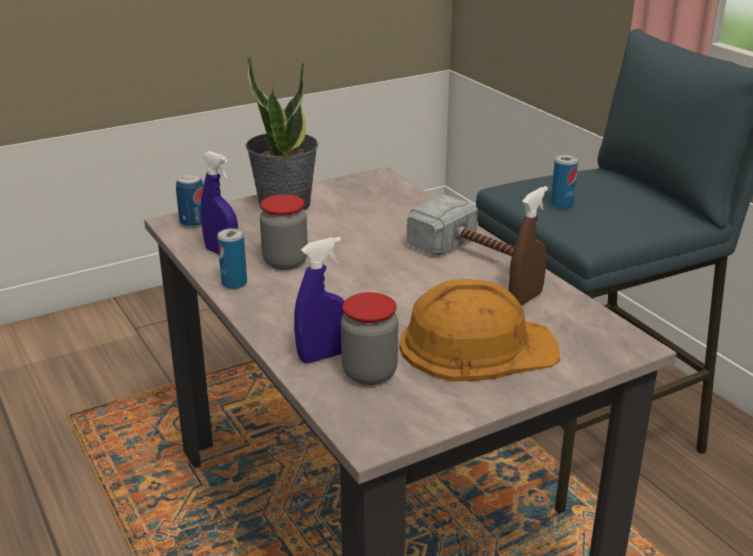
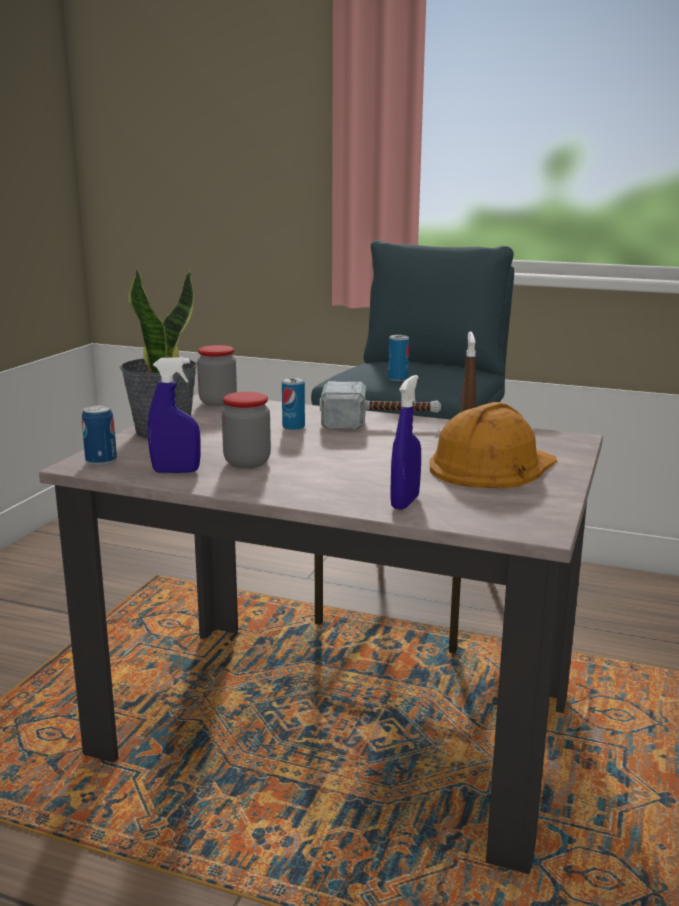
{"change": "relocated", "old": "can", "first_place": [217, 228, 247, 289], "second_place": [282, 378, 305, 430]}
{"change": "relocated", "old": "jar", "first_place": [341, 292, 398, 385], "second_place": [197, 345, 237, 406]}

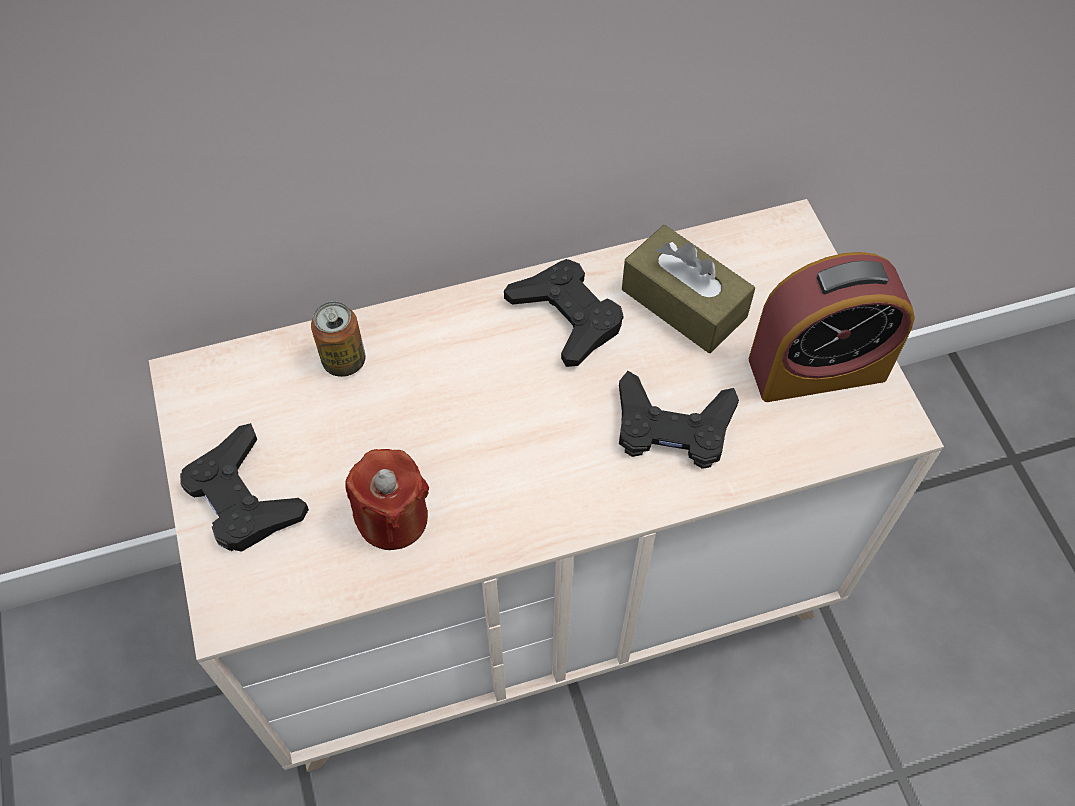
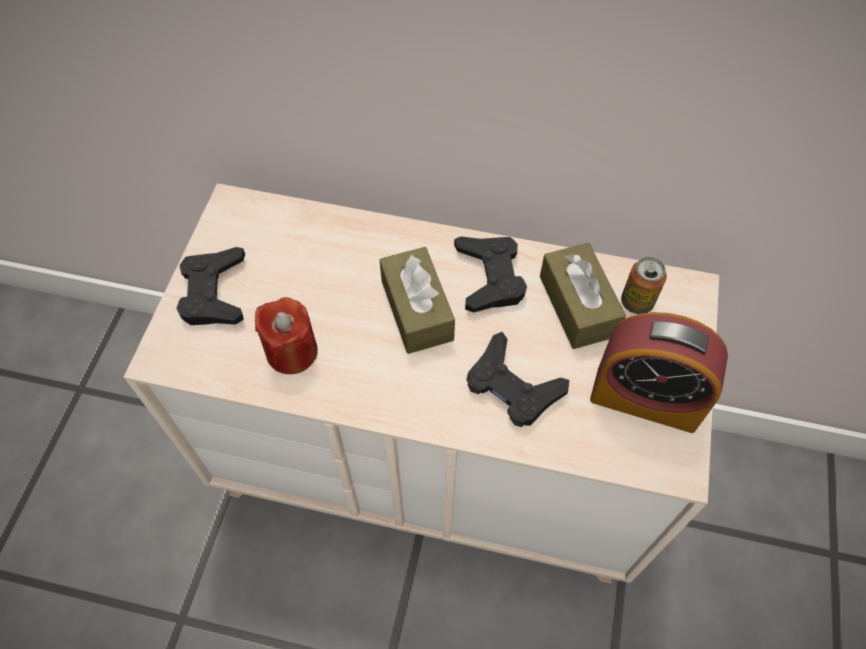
{"change": "relocated", "old": "can", "first_place": [311, 301, 366, 377], "second_place": [621, 257, 667, 314]}
{"change": "appeared", "new": "brown tissue box", "second_place": [379, 247, 455, 354]}

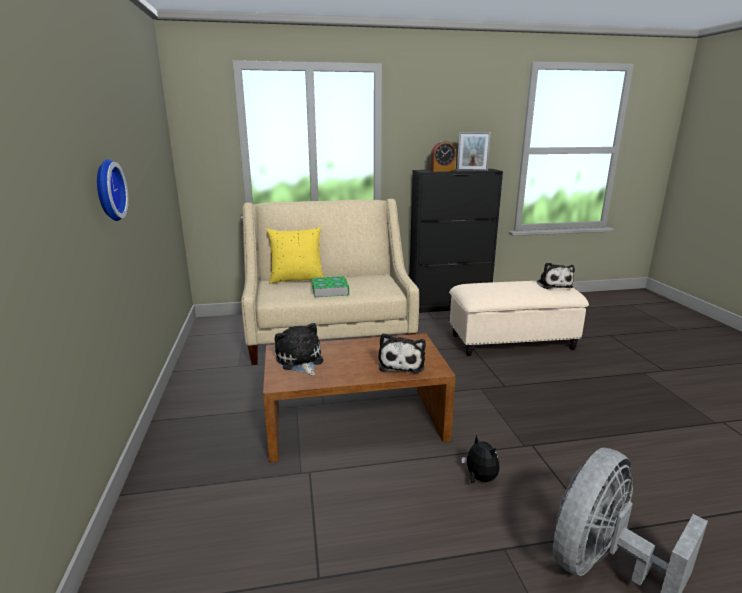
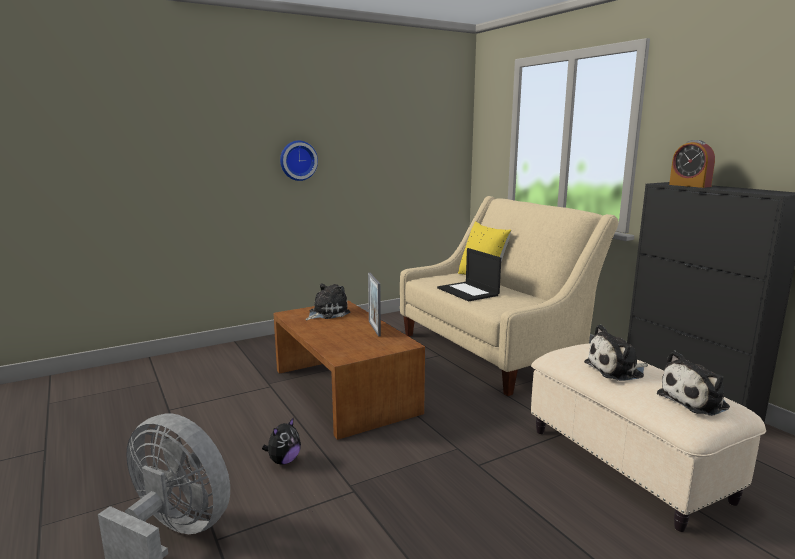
{"change": "exchanged", "old": "book", "new": "laptop", "first_place": [312, 276, 349, 297], "second_place": [437, 248, 501, 301]}
{"change": "relocated", "old": "plush toy", "first_place": [378, 333, 426, 373], "second_place": [584, 324, 648, 381]}
{"change": "relocated", "old": "picture frame", "first_place": [457, 132, 491, 171], "second_place": [368, 273, 381, 337]}

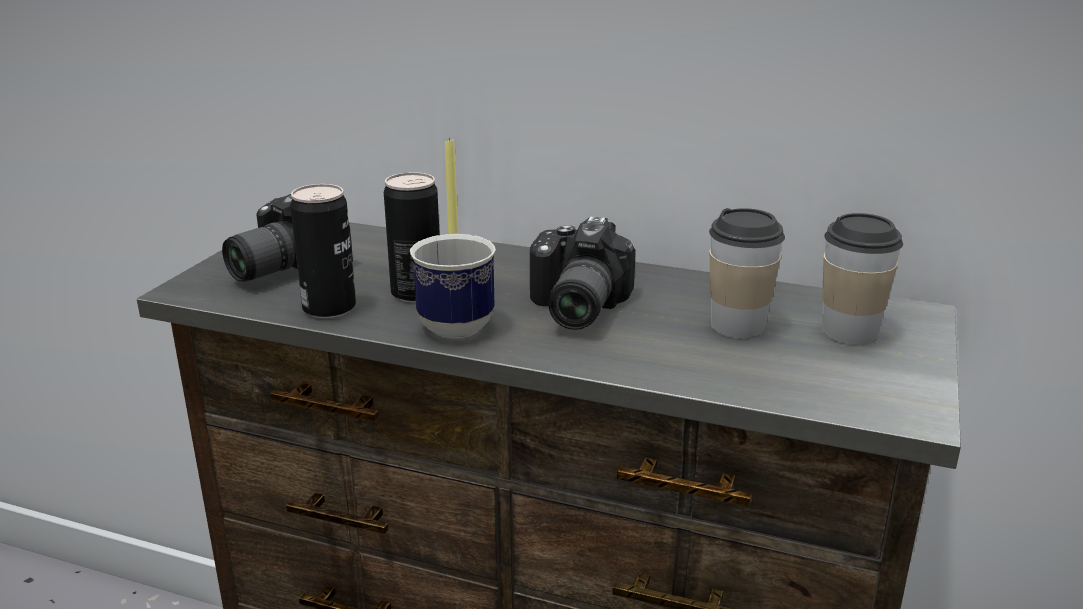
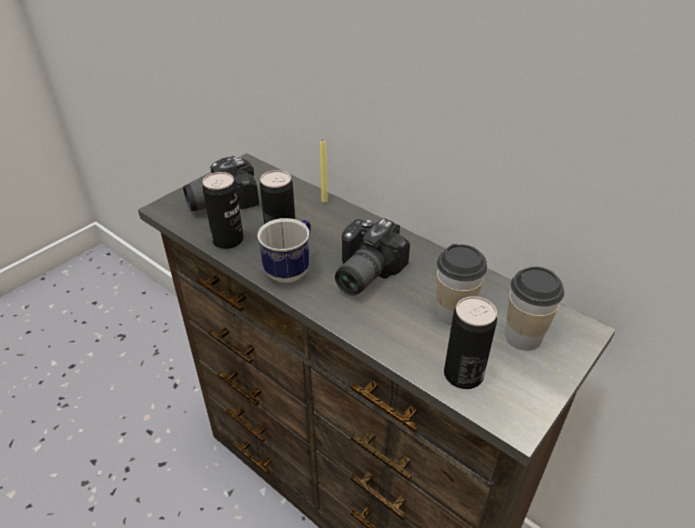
{"change": "appeared", "new": "can", "second_place": [444, 296, 497, 389]}

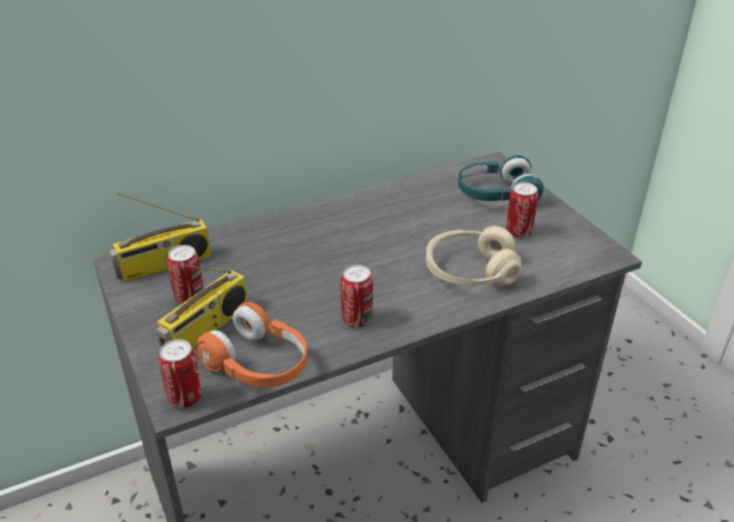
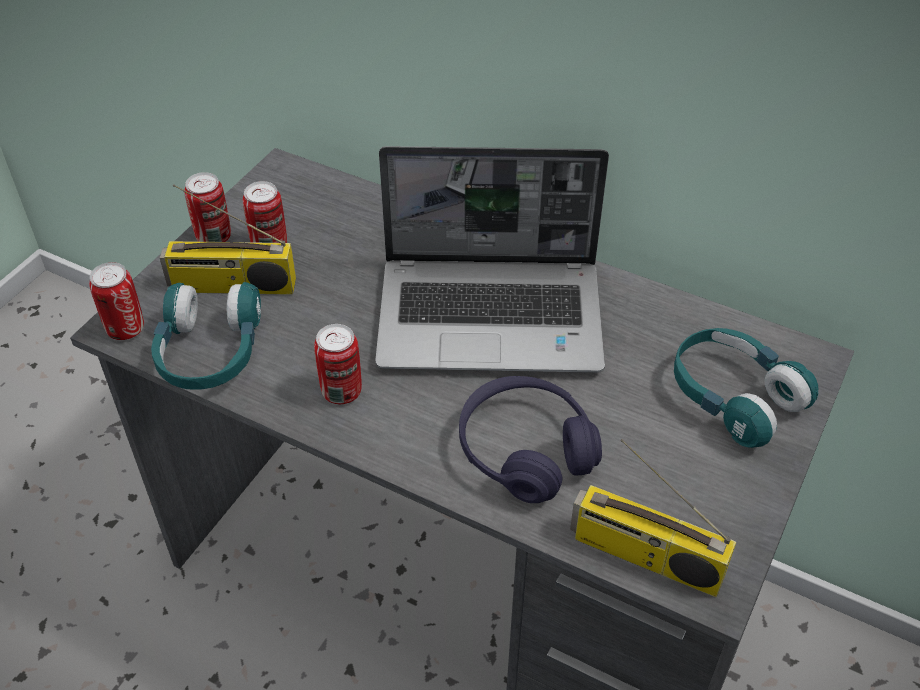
{"change": "relocated", "old": "radio", "first_place": [110, 193, 211, 282], "second_place": [570, 439, 736, 597]}
{"change": "colour", "old": "orange headphones", "new": "turquoise headphones", "first_place": [196, 302, 307, 388], "second_place": [151, 282, 261, 390]}
{"change": "colour", "old": "beige headphones", "new": "purple headphones", "first_place": [426, 226, 522, 287], "second_place": [459, 376, 602, 503]}
{"change": "relocated", "old": "can", "first_place": [506, 182, 538, 237], "second_place": [184, 172, 231, 242]}
{"change": "appeared", "new": "laptop", "second_place": [375, 146, 609, 373]}

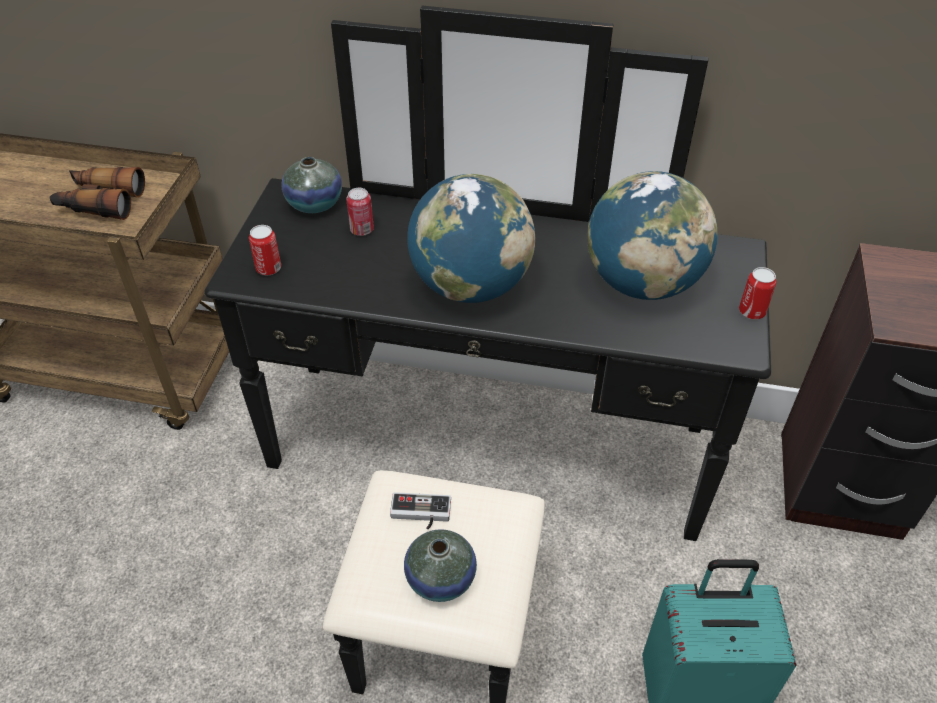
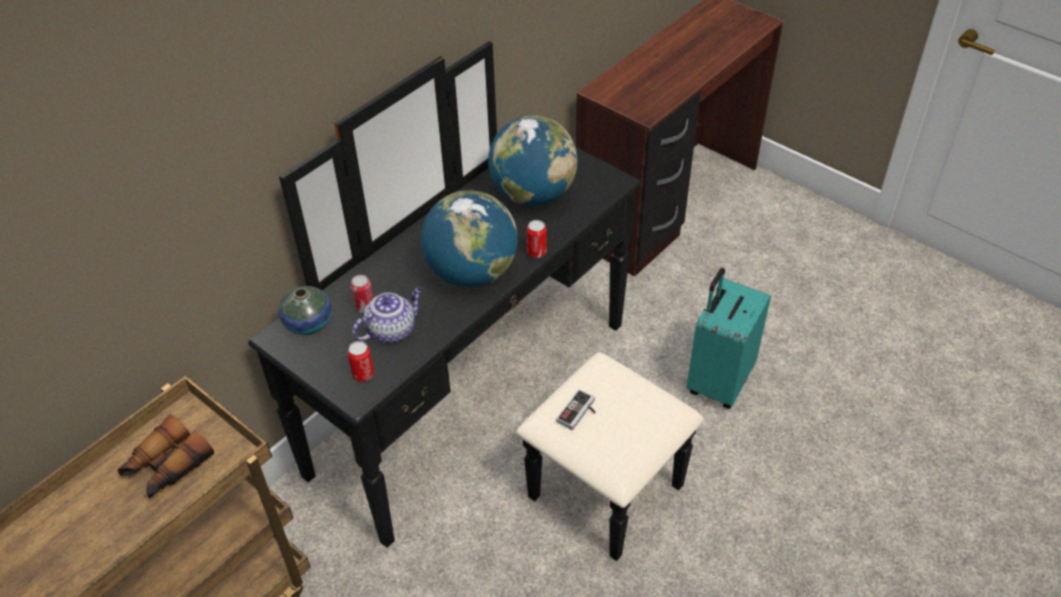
{"change": "missing", "old": "vase", "first_place": [404, 529, 477, 602]}
{"change": "relocated", "old": "can", "first_place": [739, 267, 776, 320], "second_place": [527, 220, 547, 258]}
{"change": "appeared", "new": "teapot", "second_place": [352, 287, 423, 344]}

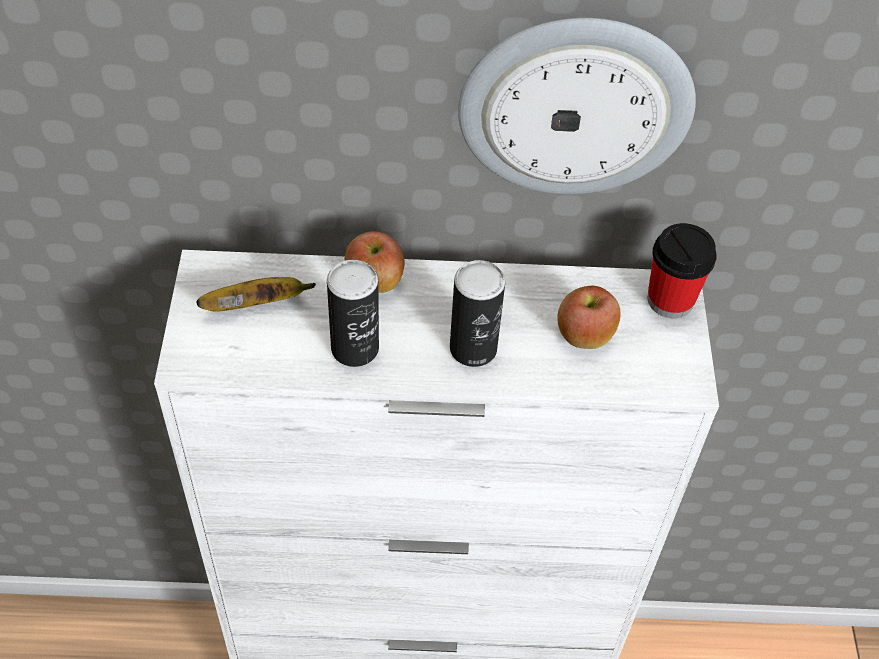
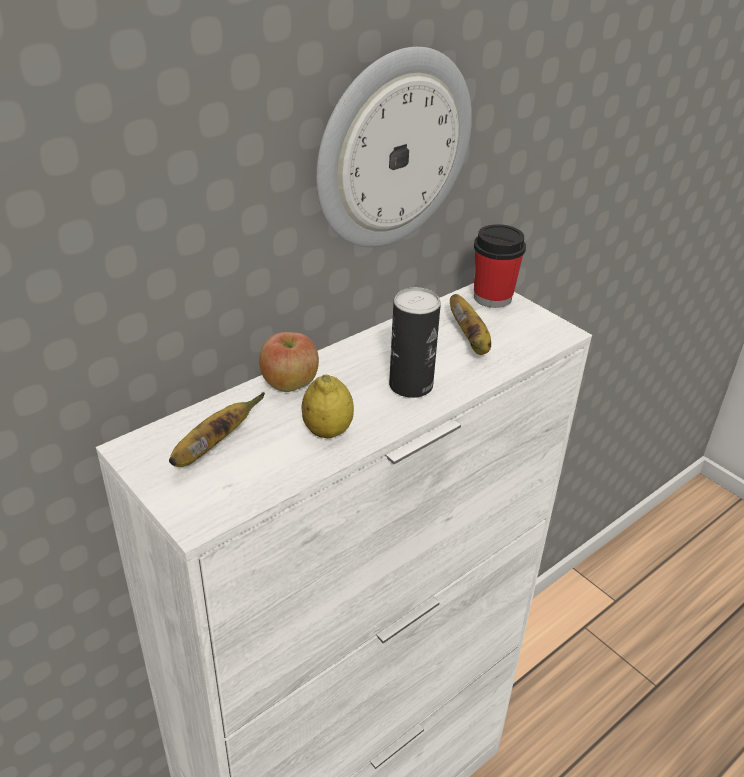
{"change": "exchanged", "old": "can", "new": "lemon", "first_place": [327, 260, 379, 367], "second_place": [301, 374, 354, 438]}
{"change": "exchanged", "old": "apple", "new": "banana", "first_place": [557, 286, 620, 349], "second_place": [450, 294, 491, 355]}

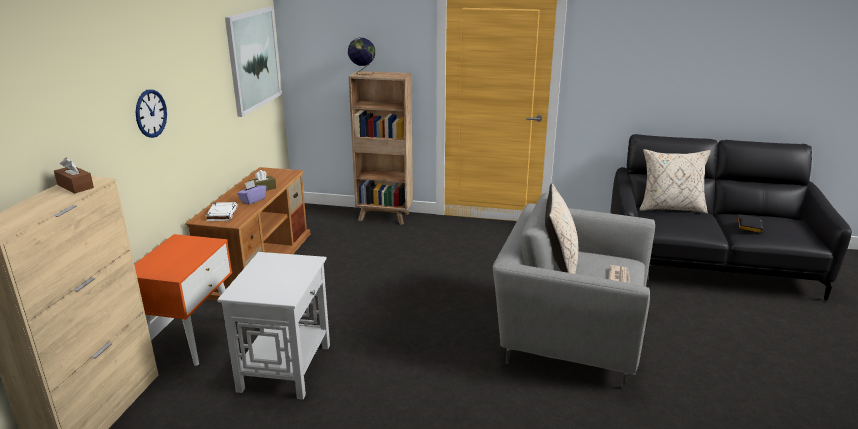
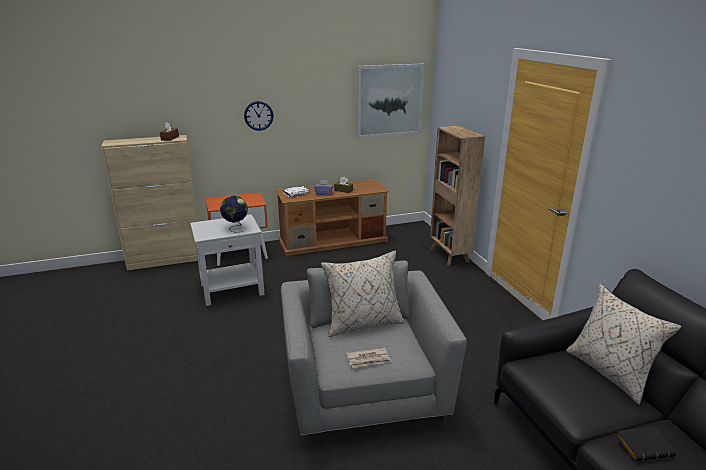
{"change": "relocated", "old": "globe", "first_place": [348, 38, 375, 75], "second_place": [220, 196, 248, 232]}

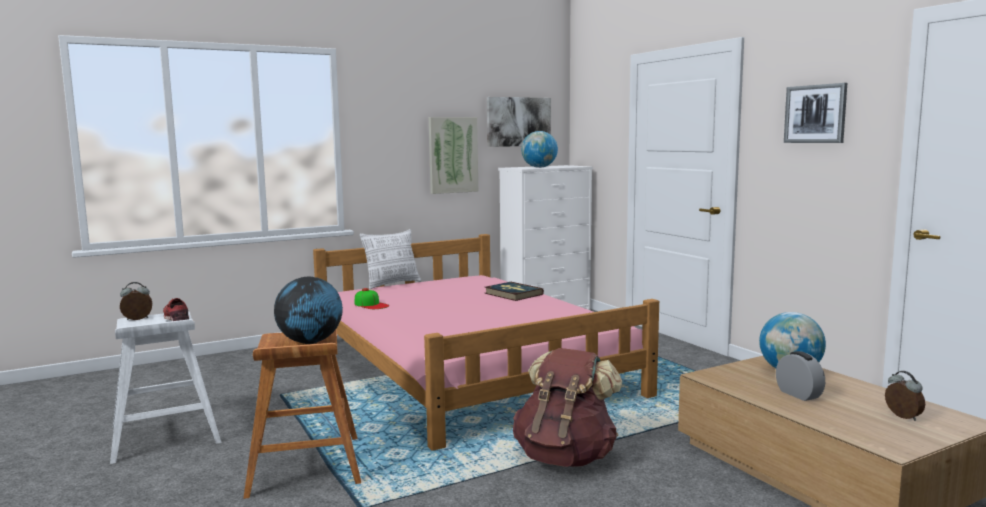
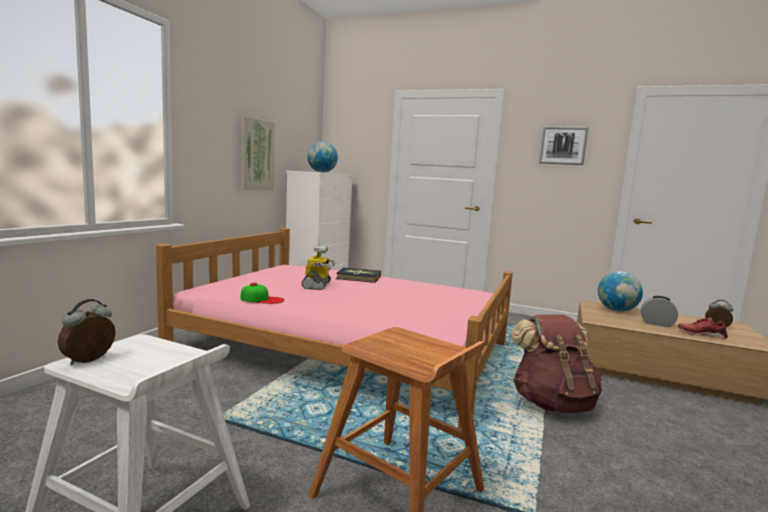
{"change": "relocated", "old": "red shoe", "first_place": [163, 298, 189, 321], "second_place": [678, 317, 728, 339]}
{"change": "missing", "old": "globe", "first_place": [274, 277, 343, 344]}
{"change": "missing", "old": "pillow", "first_place": [360, 229, 421, 289]}
{"change": "missing", "old": "picture", "first_place": [487, 97, 551, 147]}
{"change": "appeared", "new": "toy robot", "second_place": [301, 245, 335, 290]}

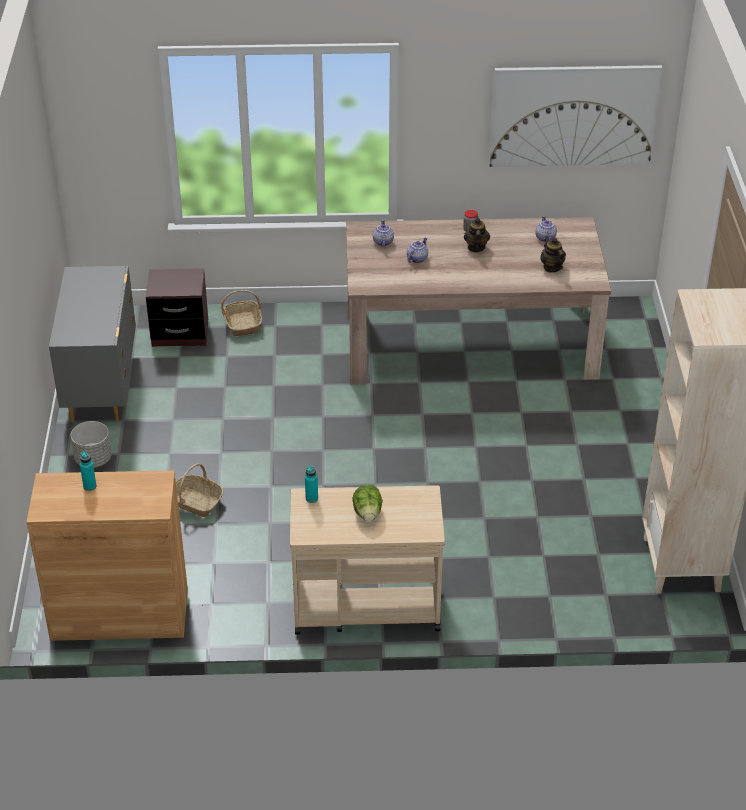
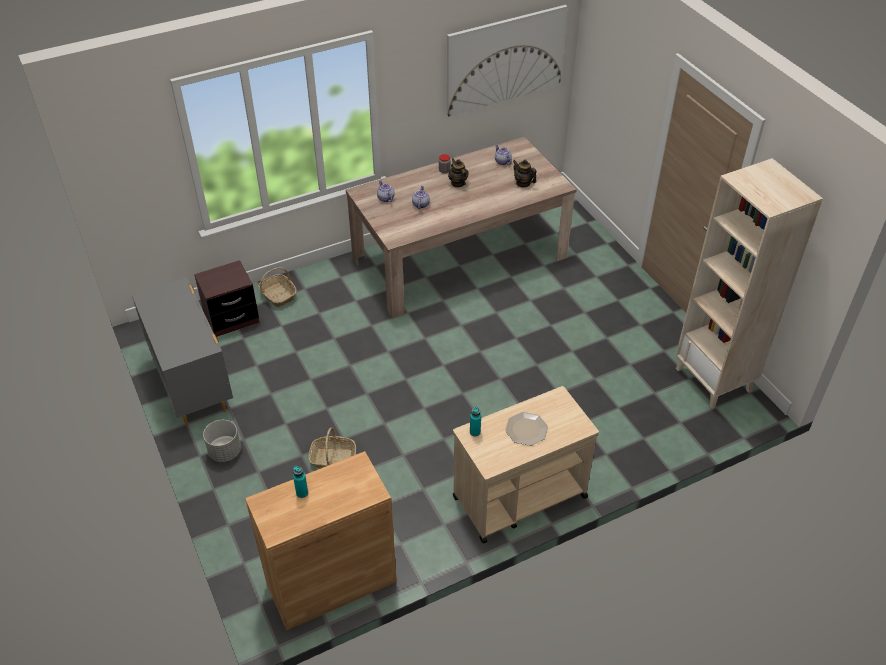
{"change": "exchanged", "old": "lettuce", "new": "plate", "first_place": [352, 485, 383, 521], "second_place": [505, 412, 548, 446]}

